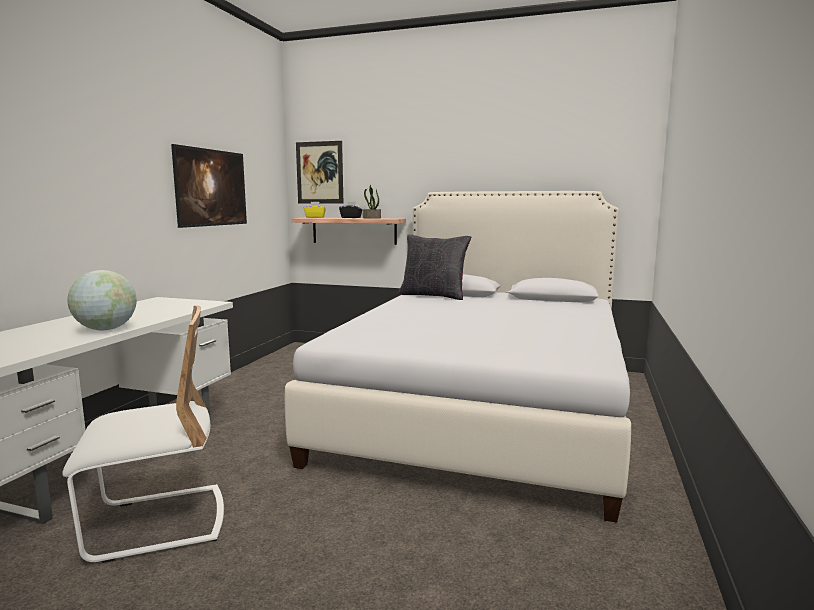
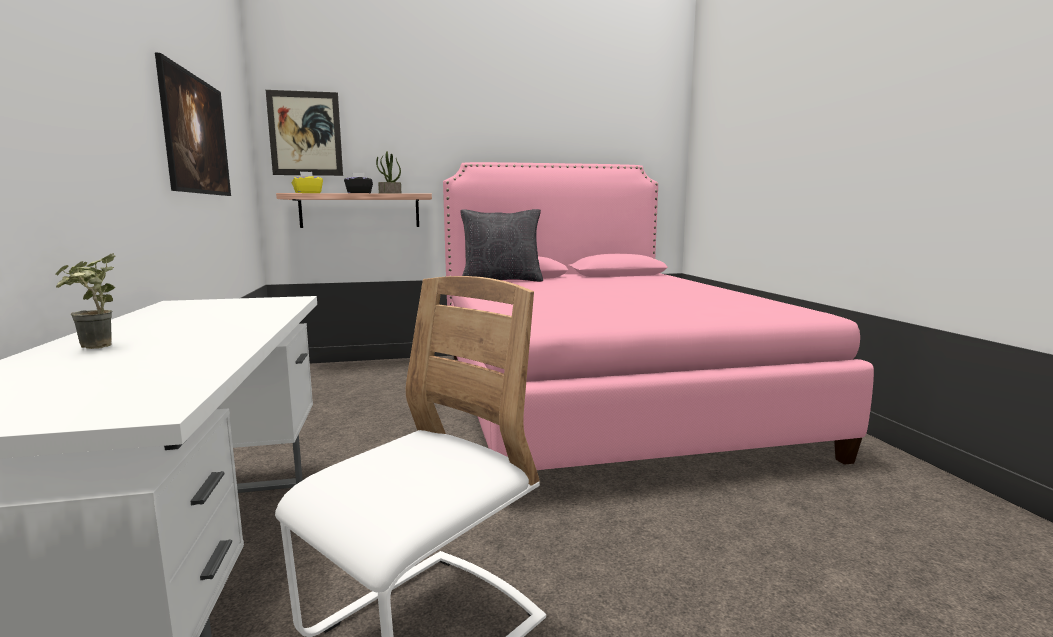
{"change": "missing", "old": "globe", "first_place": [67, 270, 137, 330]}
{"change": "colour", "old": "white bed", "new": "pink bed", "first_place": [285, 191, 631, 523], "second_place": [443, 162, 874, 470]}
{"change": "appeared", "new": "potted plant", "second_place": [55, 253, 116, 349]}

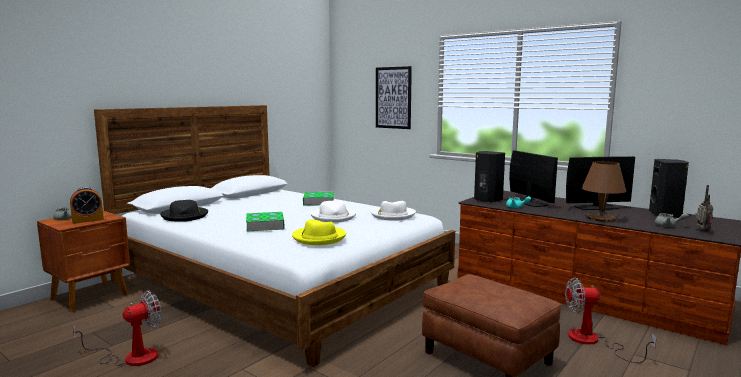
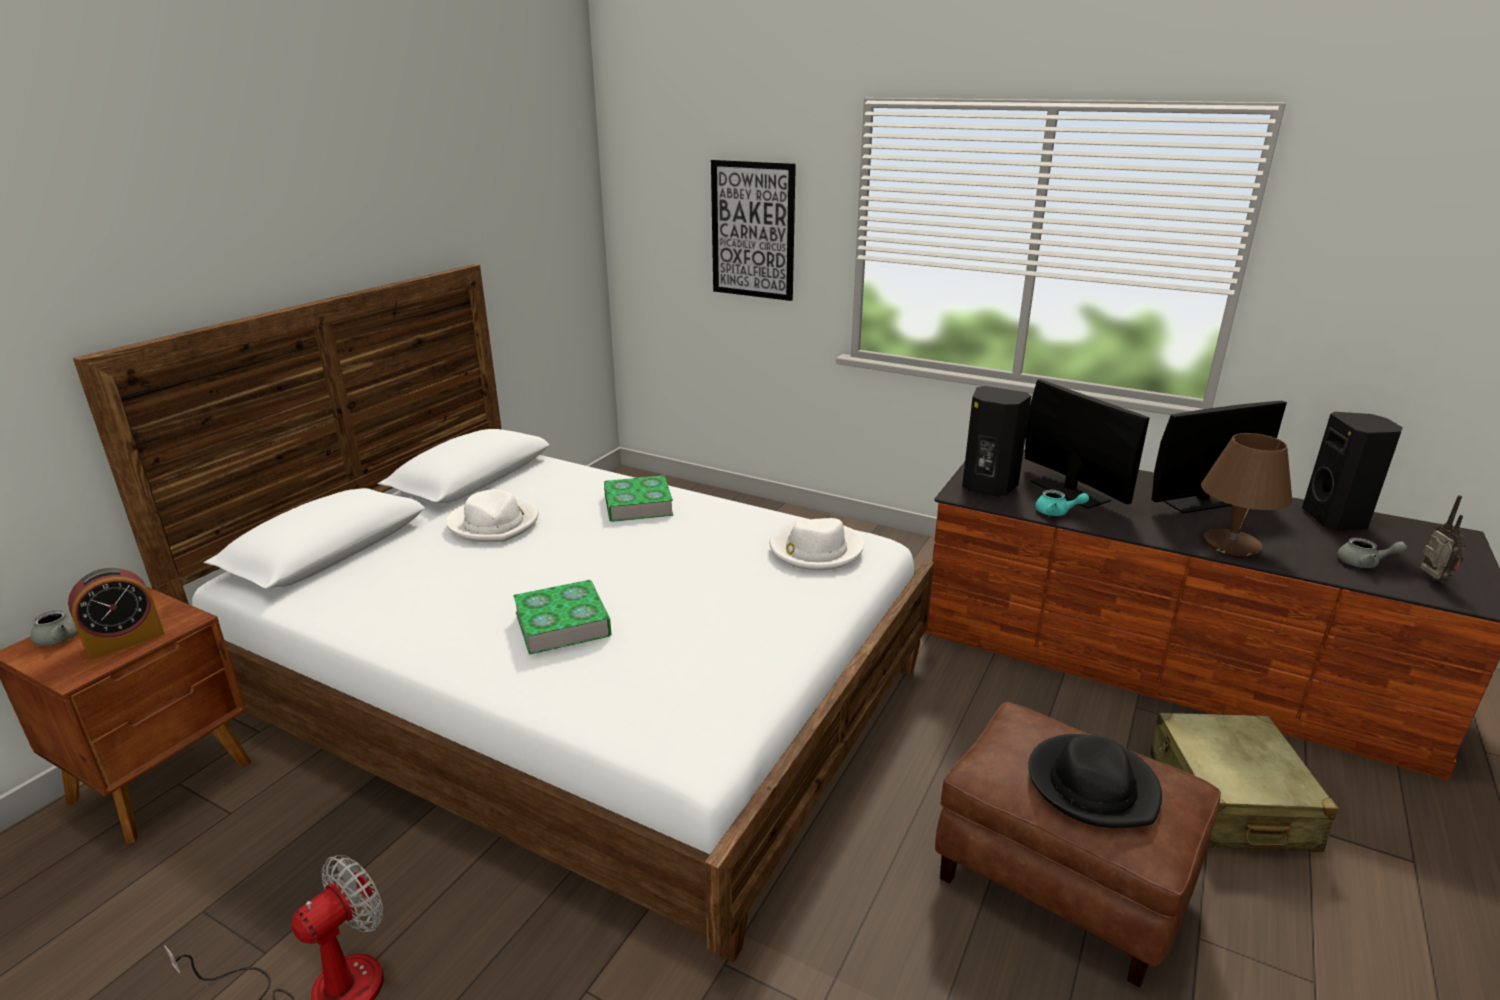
{"change": "relocated", "old": "black hat", "first_place": [160, 200, 208, 222], "second_place": [1028, 734, 1162, 828]}
{"change": "missing", "old": "yellow hat", "first_place": [292, 220, 346, 245]}
{"change": "relocated", "old": "white hat", "first_place": [310, 200, 356, 223], "second_place": [446, 489, 538, 542]}
{"change": "exchanged", "old": "fan", "new": "beige suitcase", "first_place": [565, 278, 657, 363], "second_place": [1150, 713, 1339, 852]}

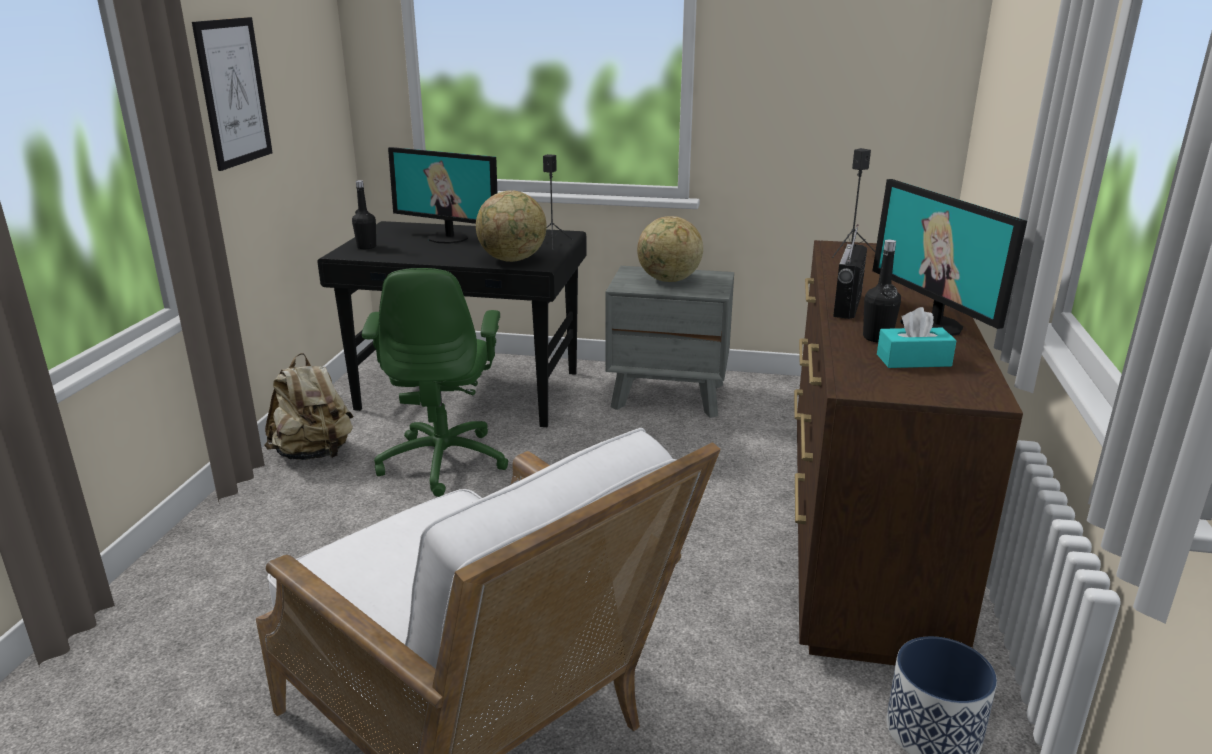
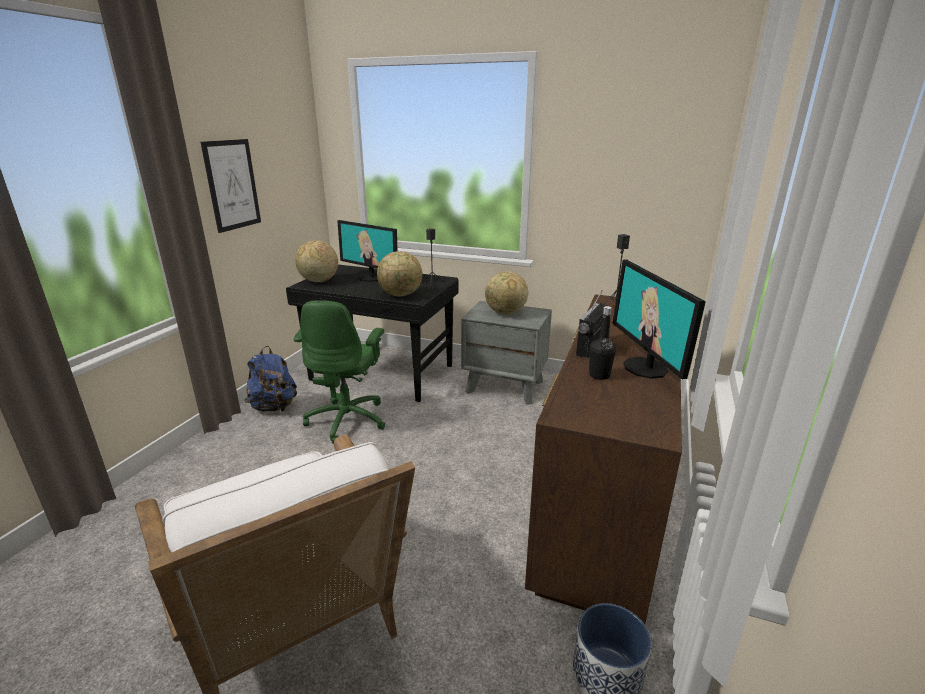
{"change": "colour", "old": "beige backpack", "new": "blue backpack", "first_place": [265, 353, 354, 460], "second_place": [244, 346, 297, 412]}
{"change": "exchanged", "old": "black bottle", "new": "globe", "first_place": [352, 180, 376, 249], "second_place": [295, 240, 338, 282]}
{"change": "missing", "old": "turquoise tissue box", "first_place": [877, 307, 957, 368]}

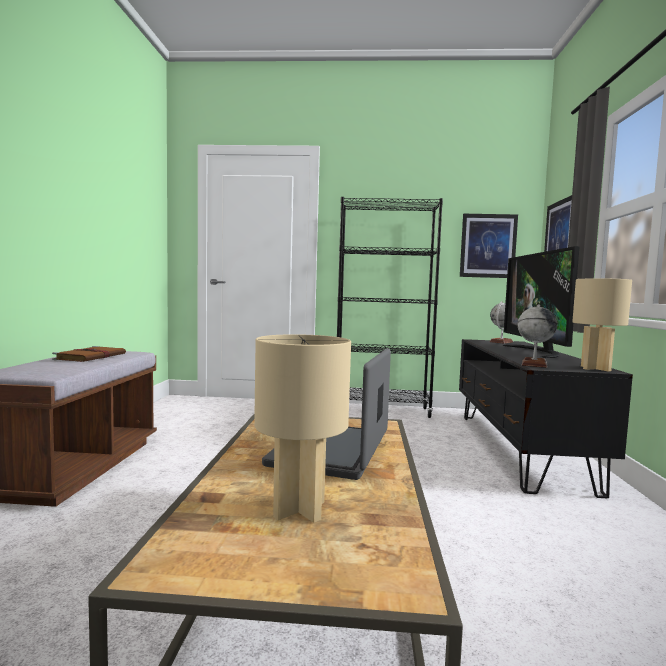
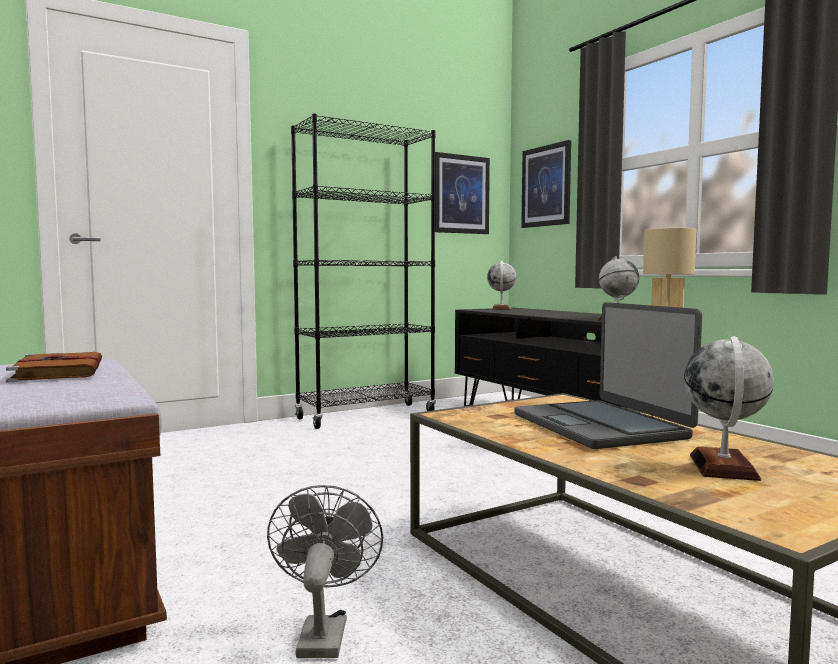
{"change": "exchanged", "old": "beige table lamp", "new": "globe", "first_place": [254, 334, 351, 523], "second_place": [684, 336, 774, 481]}
{"change": "missing", "old": "television", "first_place": [503, 246, 580, 358]}
{"change": "appeared", "new": "grey fan", "second_place": [267, 485, 383, 658]}

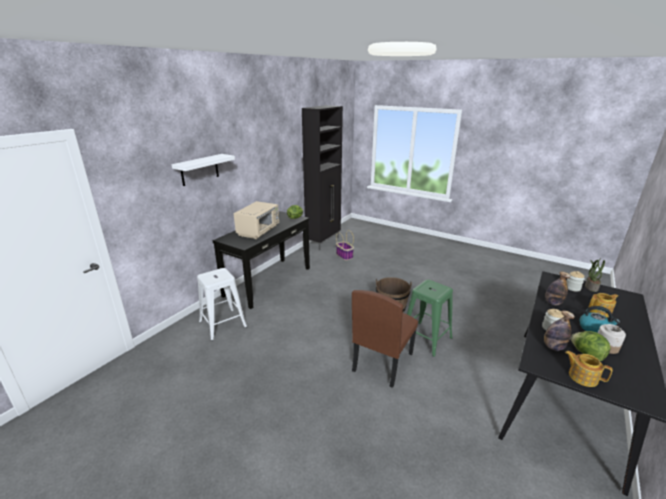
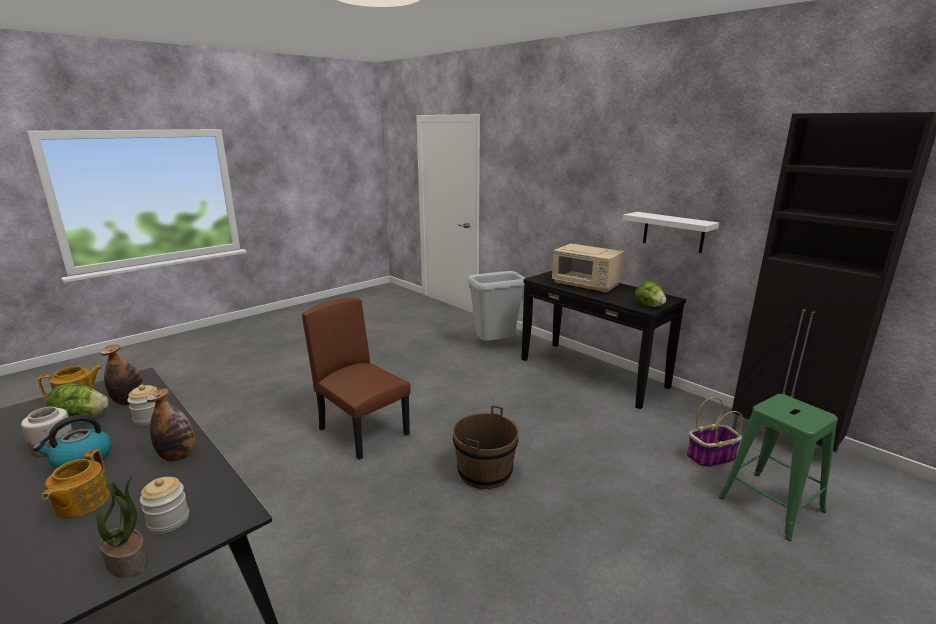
{"change": "relocated", "old": "white shelf", "first_place": [172, 154, 235, 186], "second_place": [623, 212, 719, 253]}
{"change": "exchanged", "old": "white stool", "new": "grey trash can", "first_place": [197, 268, 247, 341], "second_place": [467, 271, 525, 341]}
{"change": "relocated", "old": "green stool", "first_place": [407, 280, 453, 357], "second_place": [719, 394, 838, 541]}

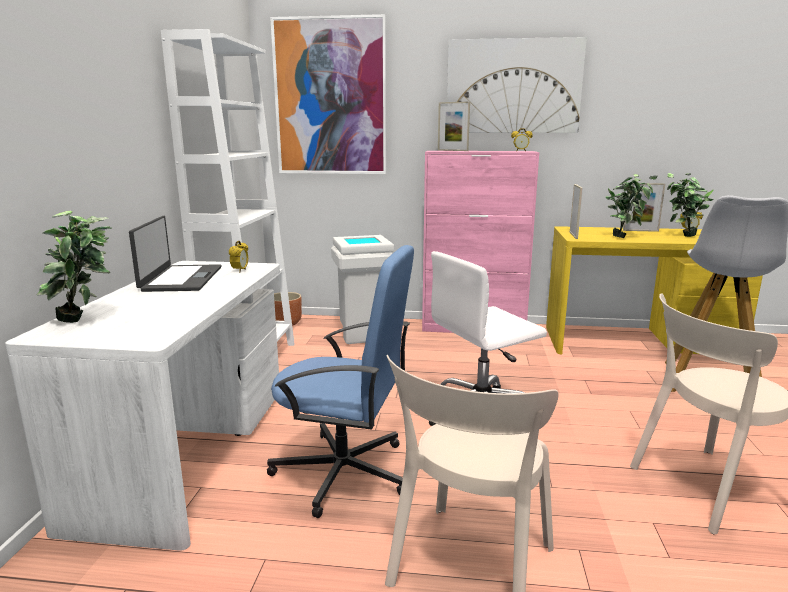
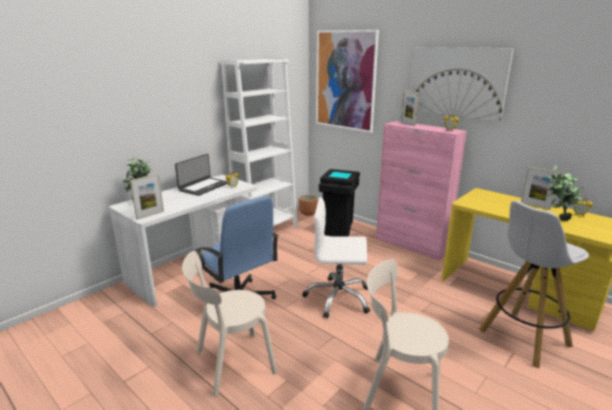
{"change": "colour", "old": "white trash can", "new": "black trash can", "first_place": [331, 235, 394, 344], "second_place": [319, 169, 360, 236]}
{"change": "relocated", "old": "picture frame", "first_place": [570, 184, 583, 239], "second_place": [130, 174, 164, 220]}
{"change": "missing", "old": "potted plant", "first_place": [605, 174, 658, 238]}

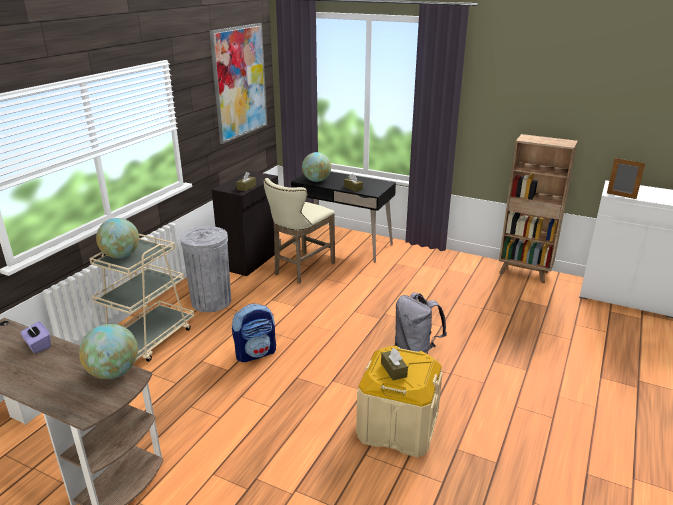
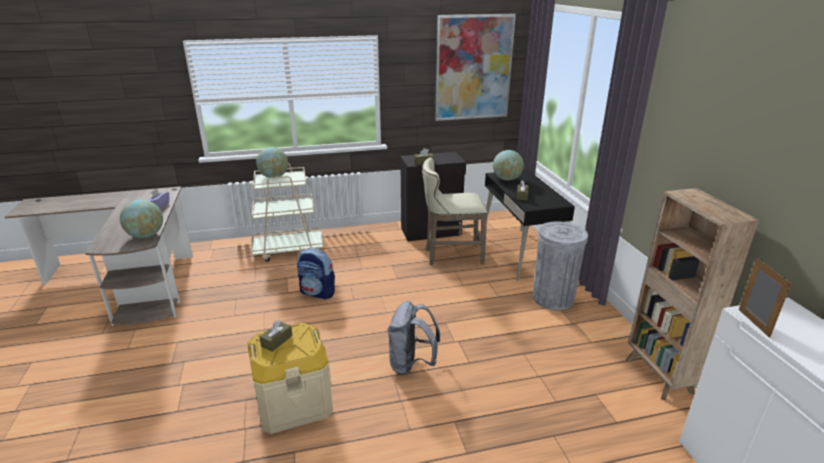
{"change": "relocated", "old": "grey trash can", "first_place": [180, 226, 231, 312], "second_place": [533, 221, 588, 310]}

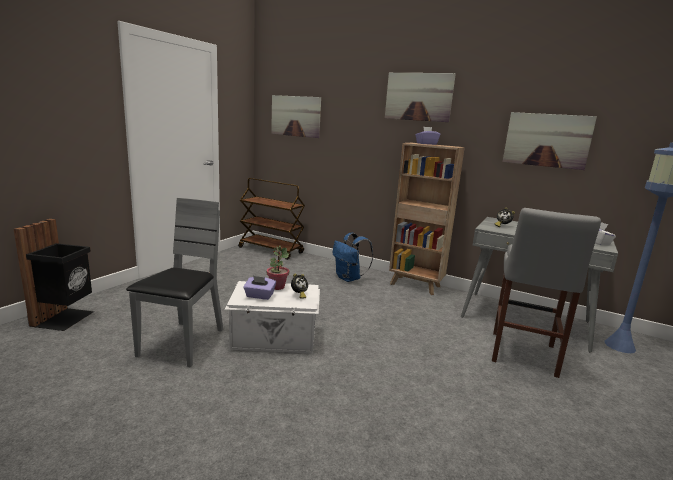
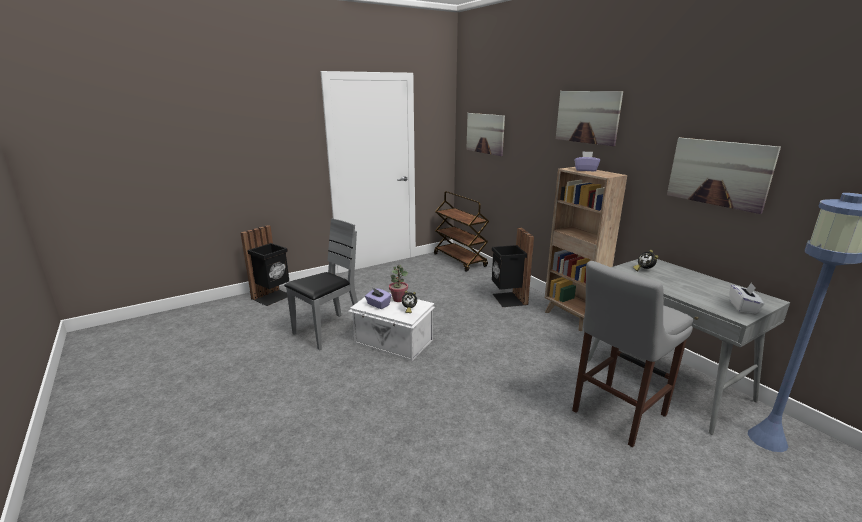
{"change": "exchanged", "old": "blue backpack", "new": "black trash can", "first_place": [333, 233, 373, 282], "second_place": [491, 227, 534, 307]}

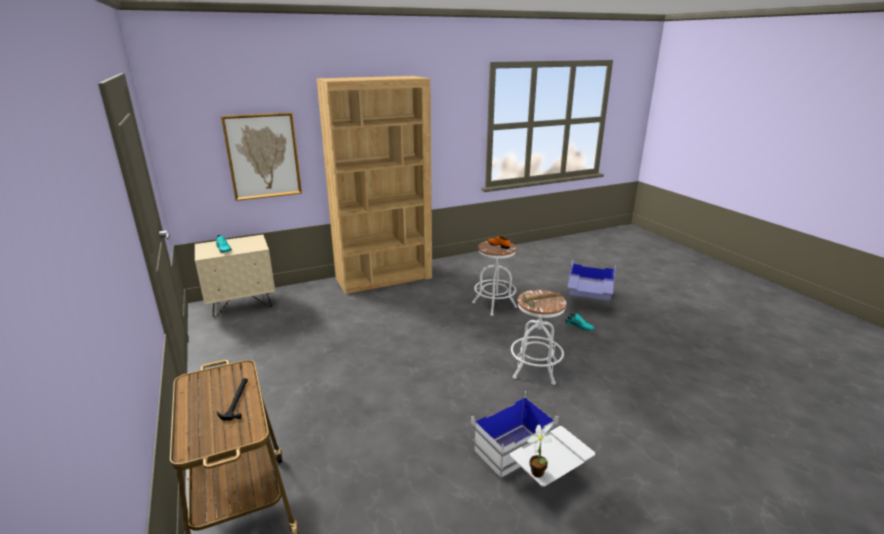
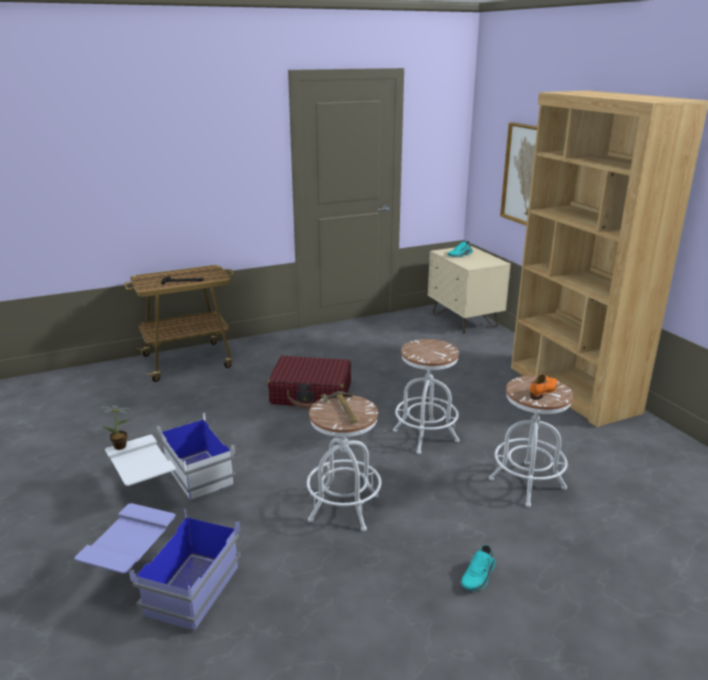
{"change": "relocated", "old": "blue storage box", "first_place": [567, 260, 616, 301], "second_place": [75, 503, 241, 631]}
{"change": "appeared", "new": "red suitcase", "second_place": [268, 356, 351, 409]}
{"change": "appeared", "new": "white stool", "second_place": [393, 339, 460, 454]}

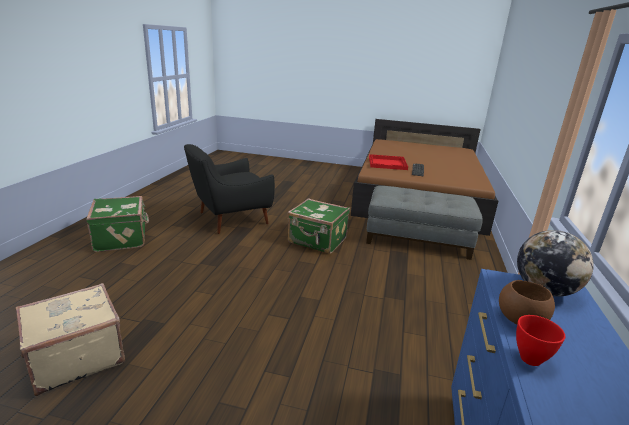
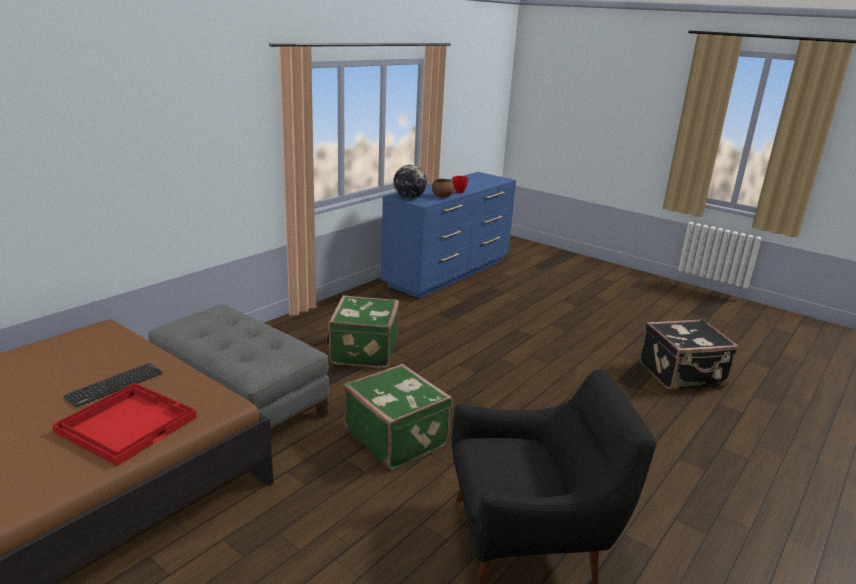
{"change": "colour", "old": "beige suitcase", "new": "black suitcase", "first_place": [15, 283, 125, 396], "second_place": [640, 319, 739, 390]}
{"change": "relocated", "old": "green suitcase", "first_place": [86, 196, 149, 252], "second_place": [326, 295, 399, 368]}

